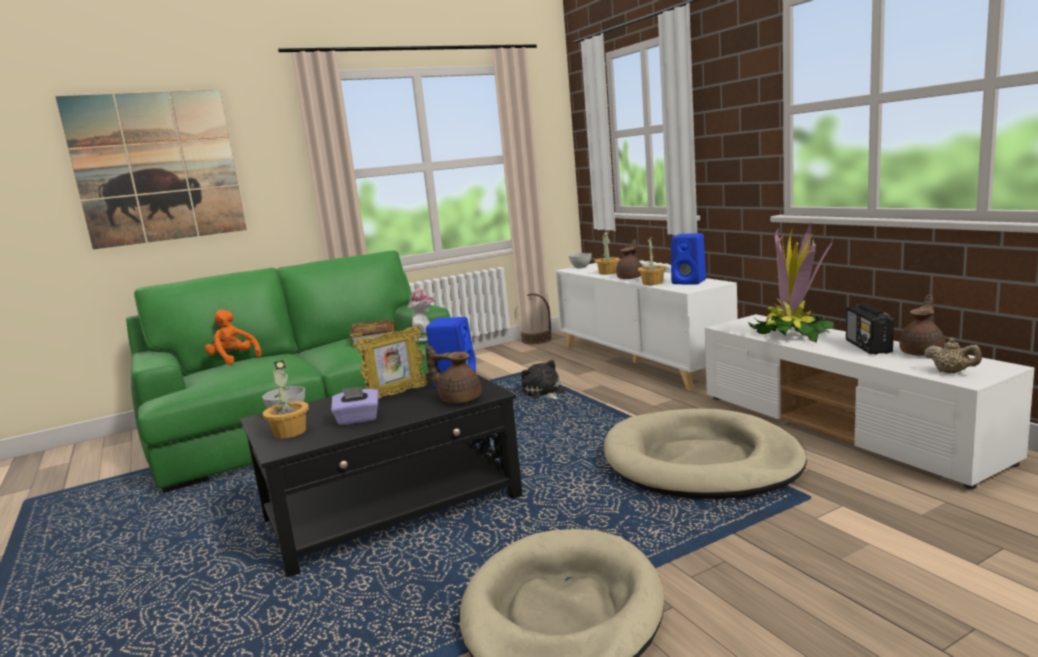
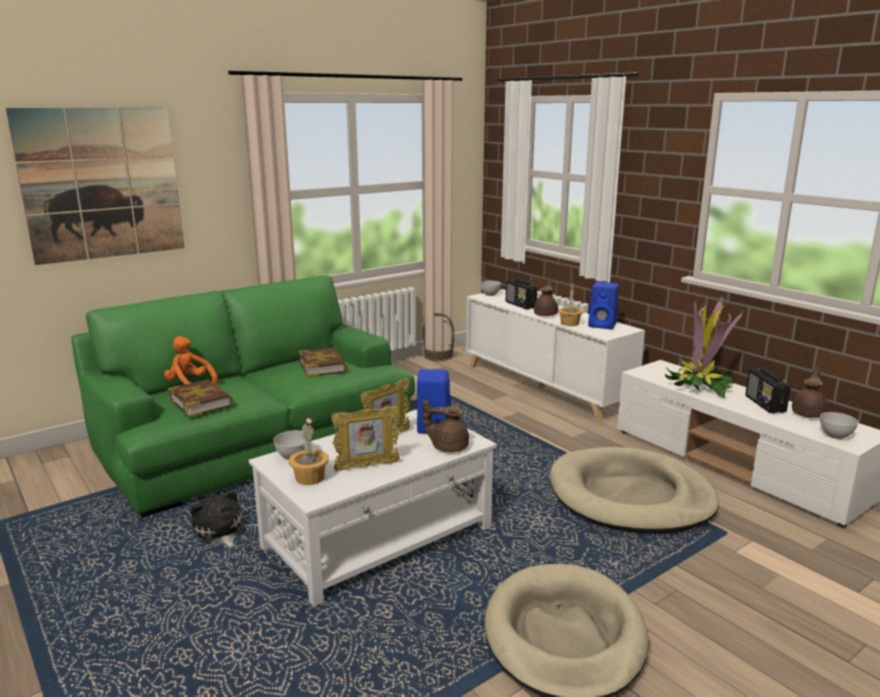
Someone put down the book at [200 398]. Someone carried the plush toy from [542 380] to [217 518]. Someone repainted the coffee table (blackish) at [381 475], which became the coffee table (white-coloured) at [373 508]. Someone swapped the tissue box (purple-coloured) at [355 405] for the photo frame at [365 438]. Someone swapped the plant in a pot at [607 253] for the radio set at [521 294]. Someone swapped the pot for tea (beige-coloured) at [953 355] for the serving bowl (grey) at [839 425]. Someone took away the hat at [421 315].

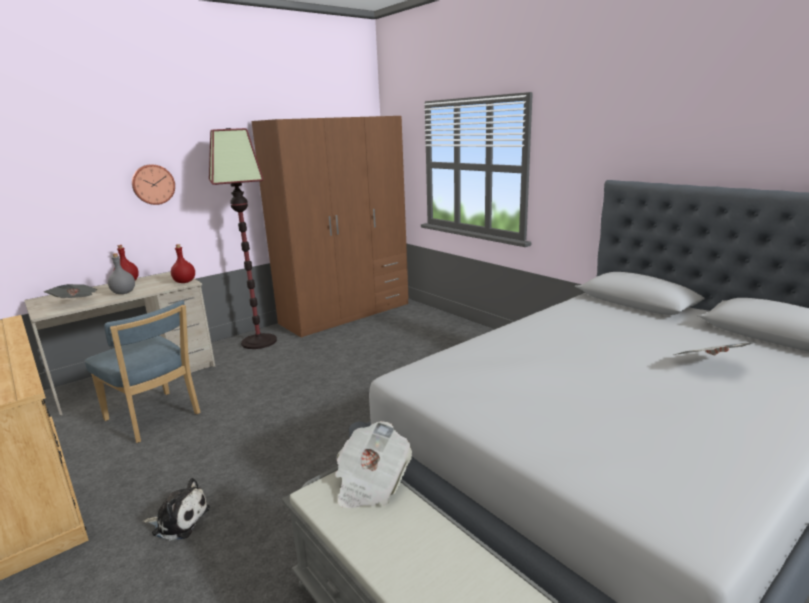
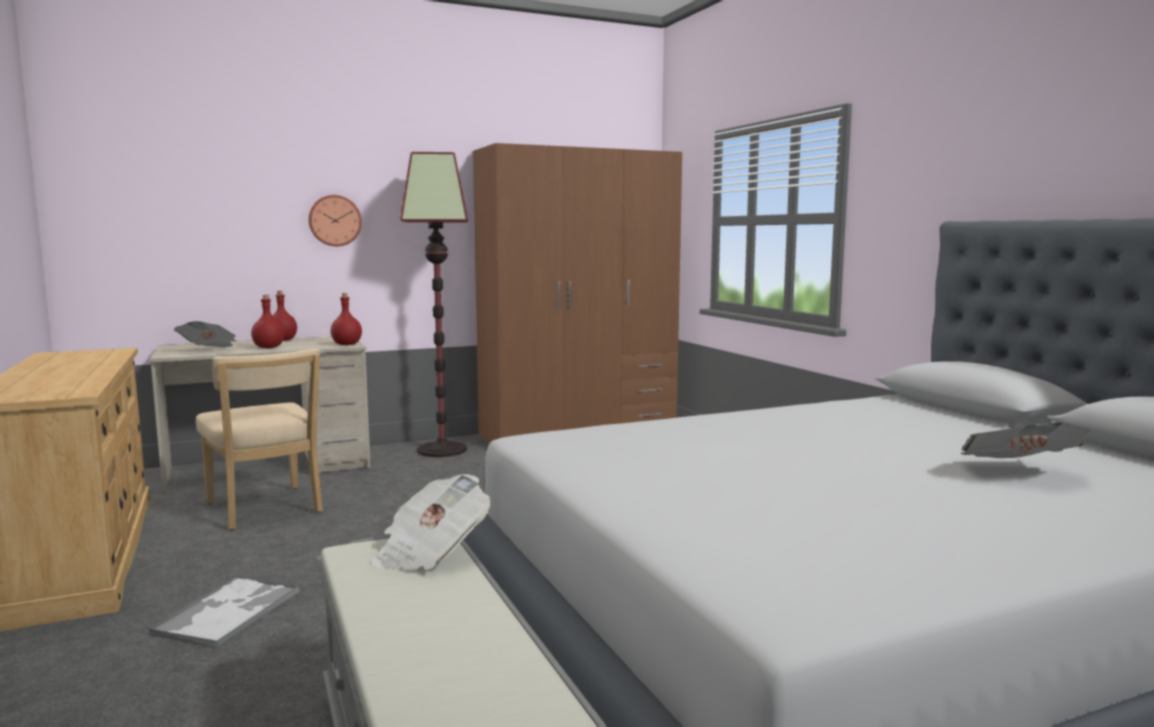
Someone swapped the plush toy at [176 509] for the carrying tray at [223 612]. Someone repainted the chair (blue) at [142 371], which became the chair (beige-coloured) at [259 439]. Someone repainted the bottle (grey) at [121 273], which became the bottle (red) at [268 321].

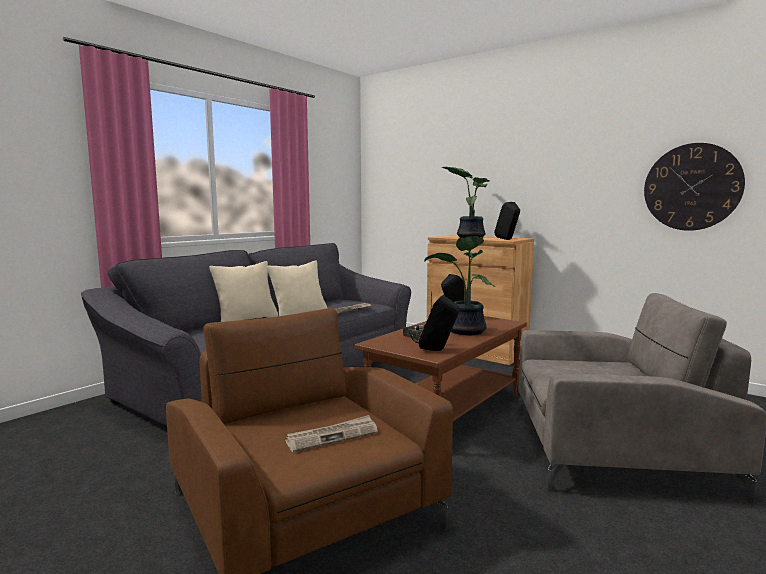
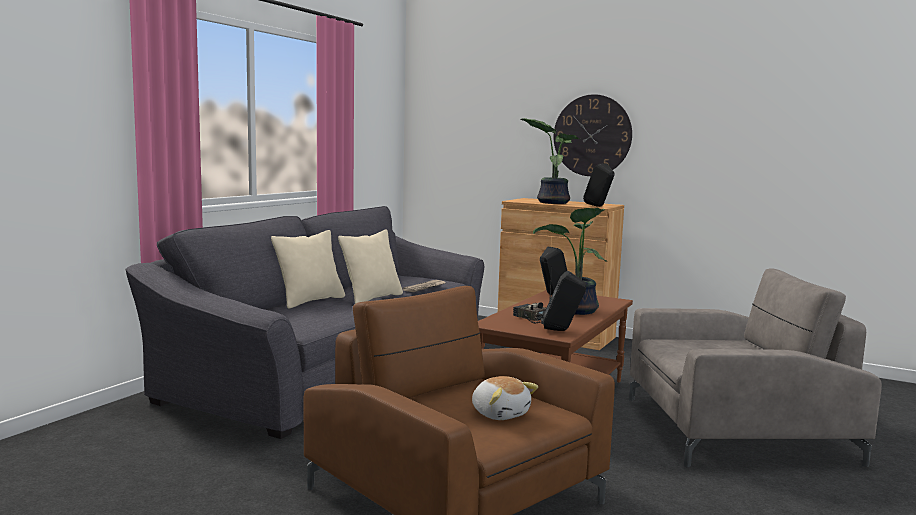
Someone swapped the newspaper at [331 433] for the plush toy at [505 398]. Someone carried the wall clock from [694 187] to [593 135].

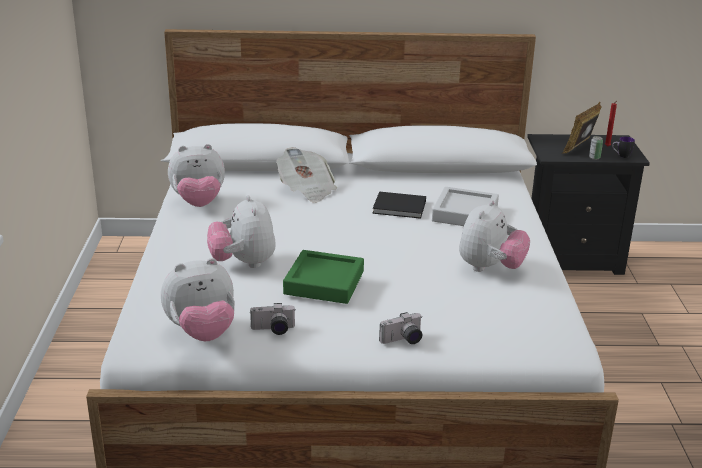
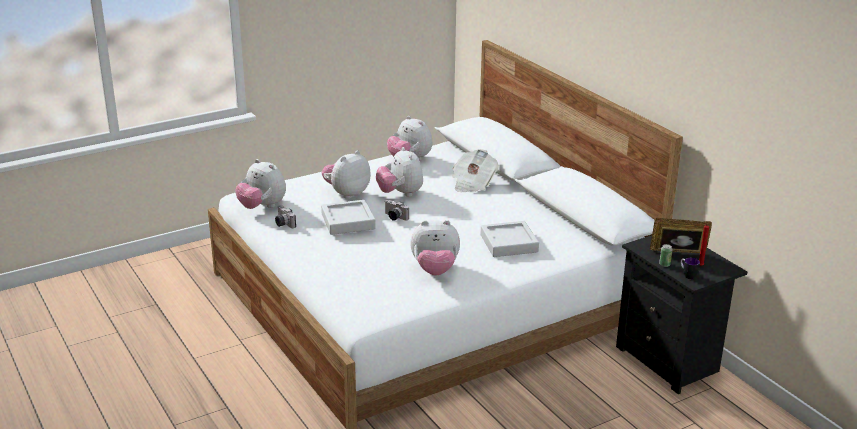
Someone repainted the carrying tray (green-coloured) at [323 277], which became the carrying tray (grey) at [348 217]. Someone put down the plush toy at [399 172]. Someone carried the still camera from [400 328] to [397 210]. Someone took away the book (blackish) at [399 205].

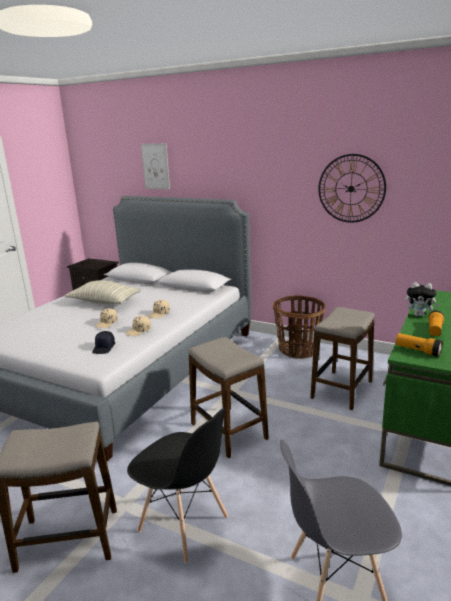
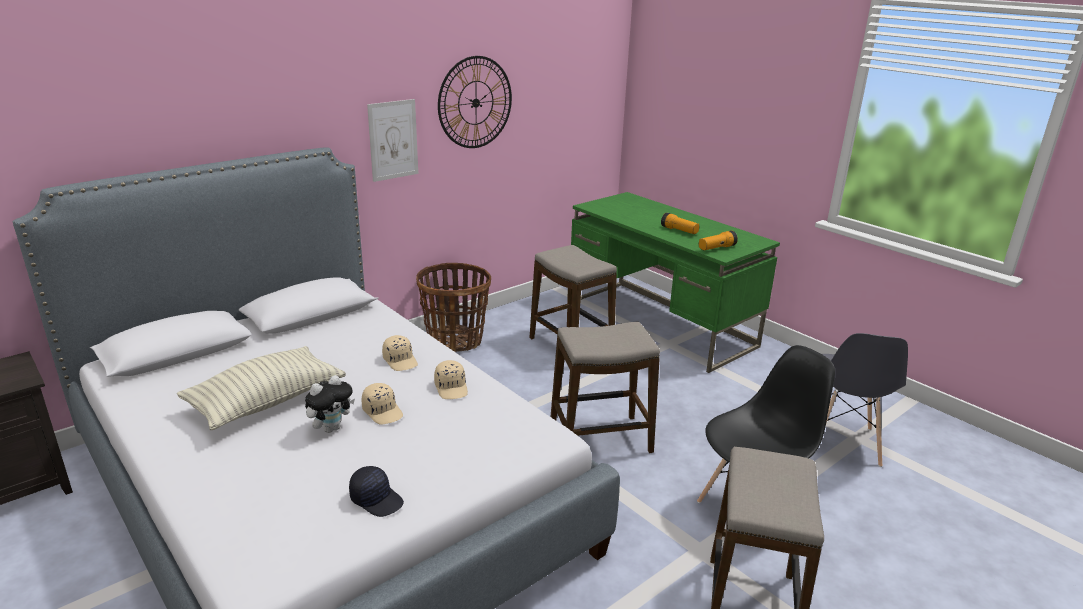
Someone carried the plush toy from [423 299] to [330 404]. Someone carried the cap (blackish) from [103 342] to [376 491]. Someone carried the picture from [155 166] to [392 140].

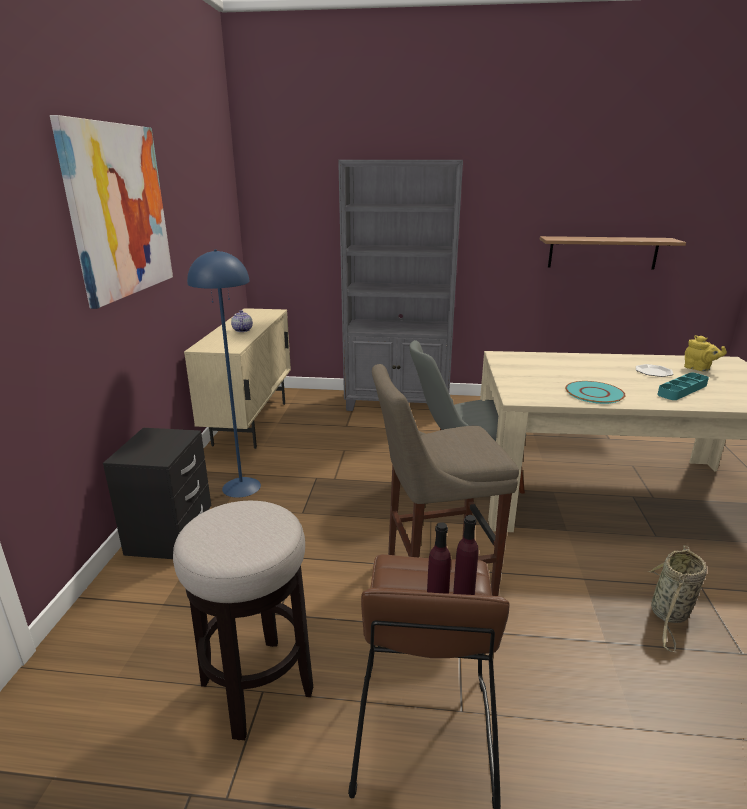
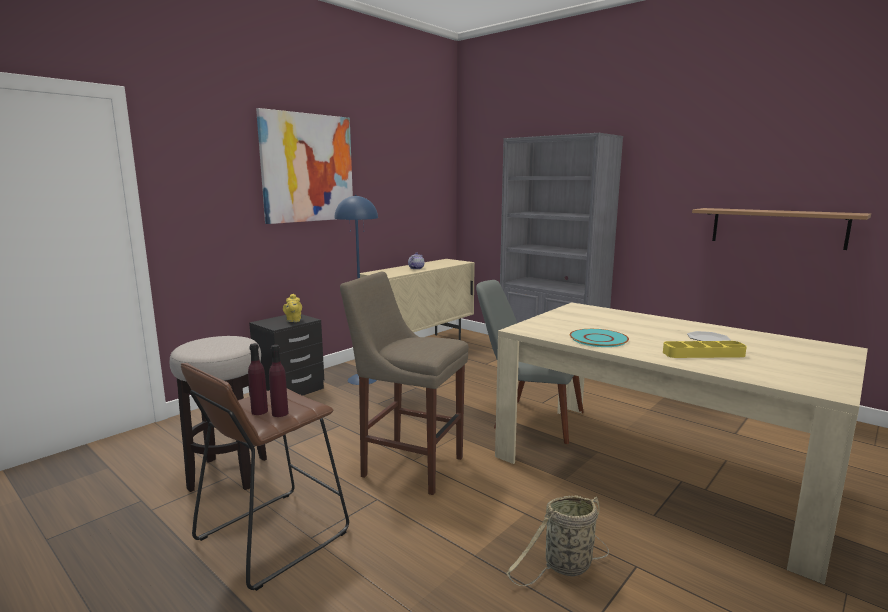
Someone carried the pot for tea (yellow) from [705 353] to [292 307]. Someone repainted the carrying tray (turquoise-coloured) at [683 386], which became the carrying tray (yellow) at [705 349].

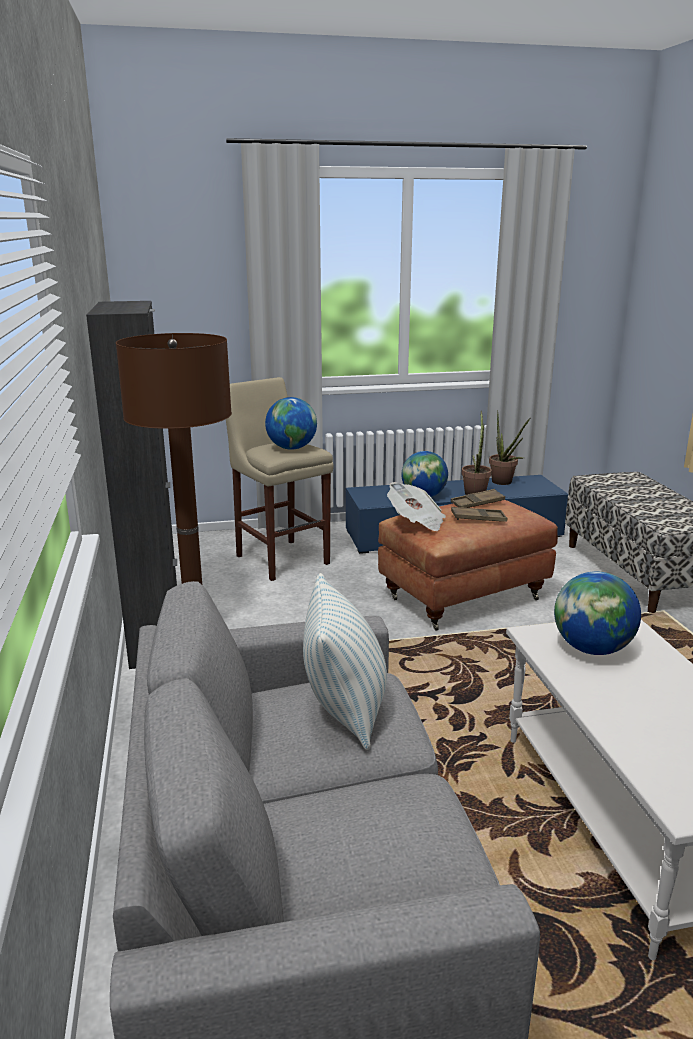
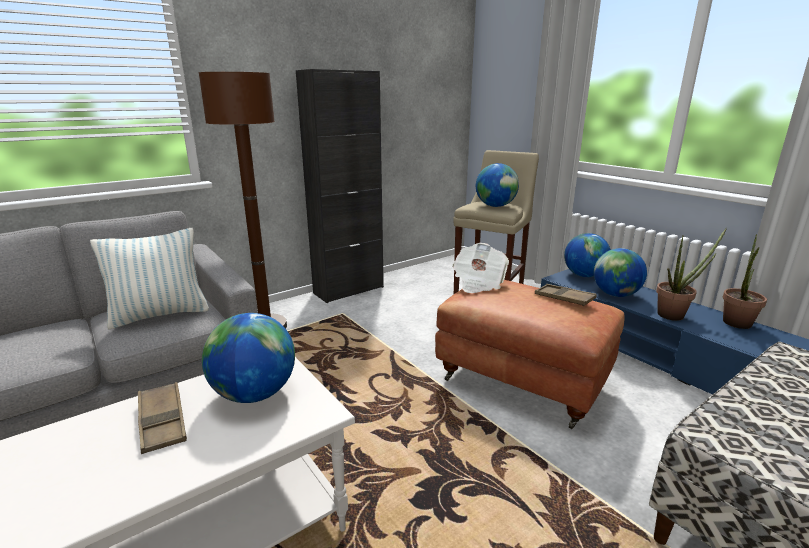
Someone carried the carrying tray (brown-coloured) from [479 514] to [162 418]. Someone put down the globe at [587 255].

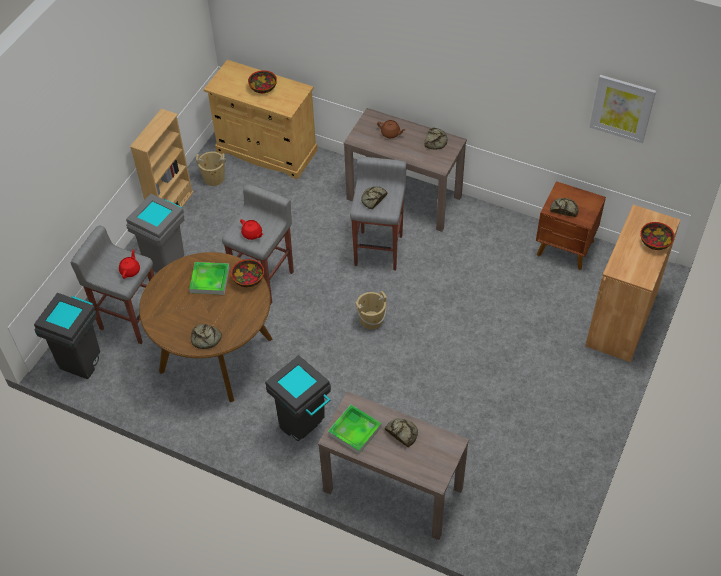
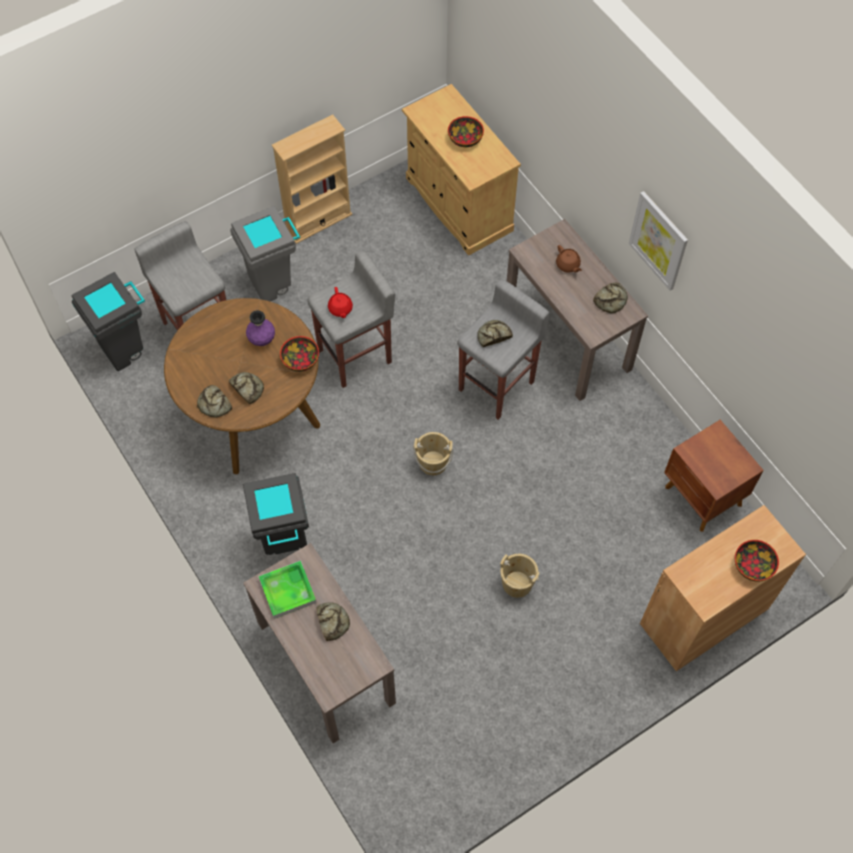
Someone carried the bakery bread from [564 207] to [246 388]. Someone swapped the carrying tray at [209 278] for the decorative vase (purple-coloured) at [260 328]. Someone carried the pail (beige-coloured) from [211 169] to [520 576]. Someone carried the picture from [623 109] to [658 241]. Someone took away the pot for tea (red) at [129 264].

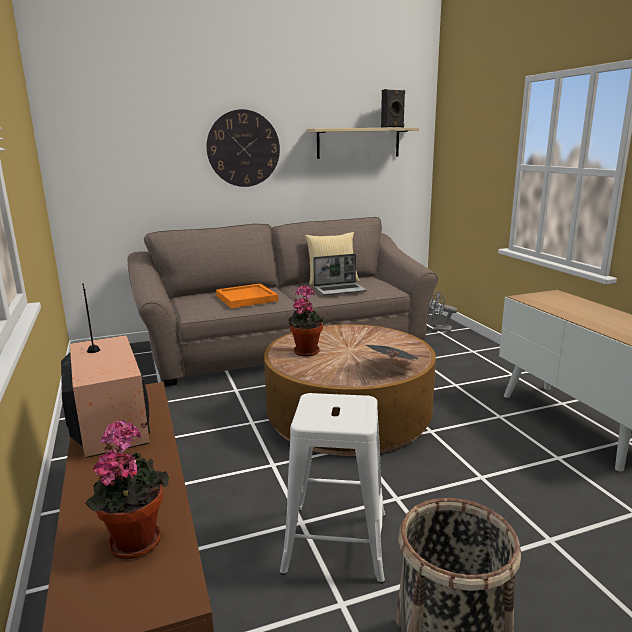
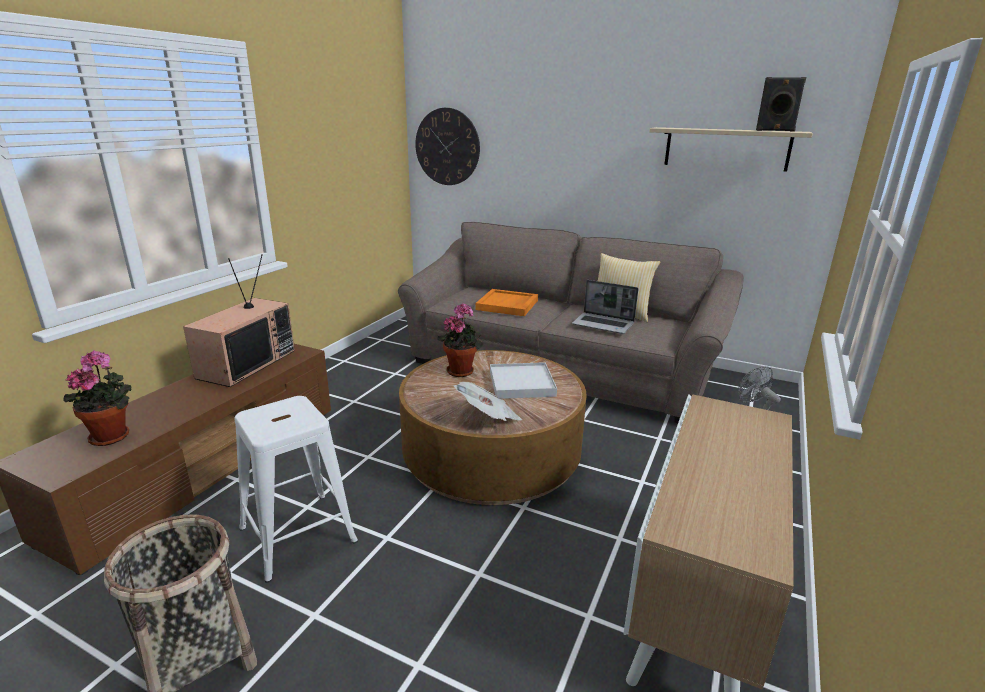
Someone carried the wall clock from [243 148] to [447 146]. Someone put down the carrying tray (white-coloured) at [523 380].

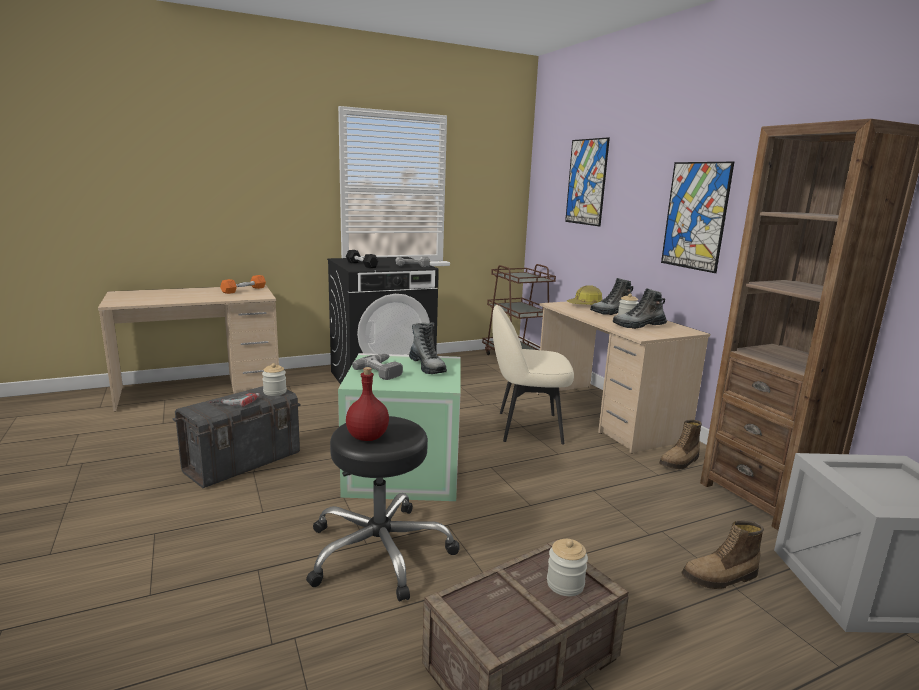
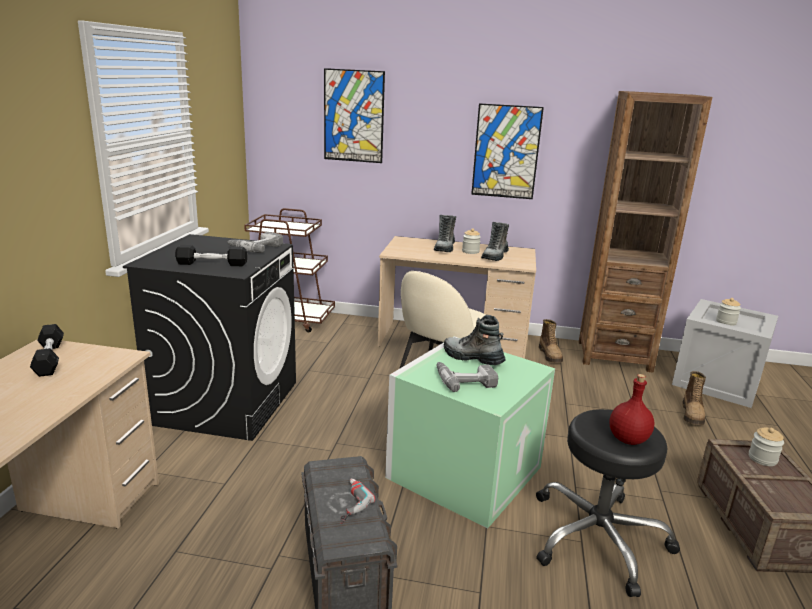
Someone repainted the free weight (orange) at [243 284], which became the free weight (blackish) at [47 350]. Someone rotated the high-top boot at [428 348] by 150 degrees counterclockwise. Someone carried the jar from [274 379] to [728 312]. Someone took away the safety helmet at [585 295].

